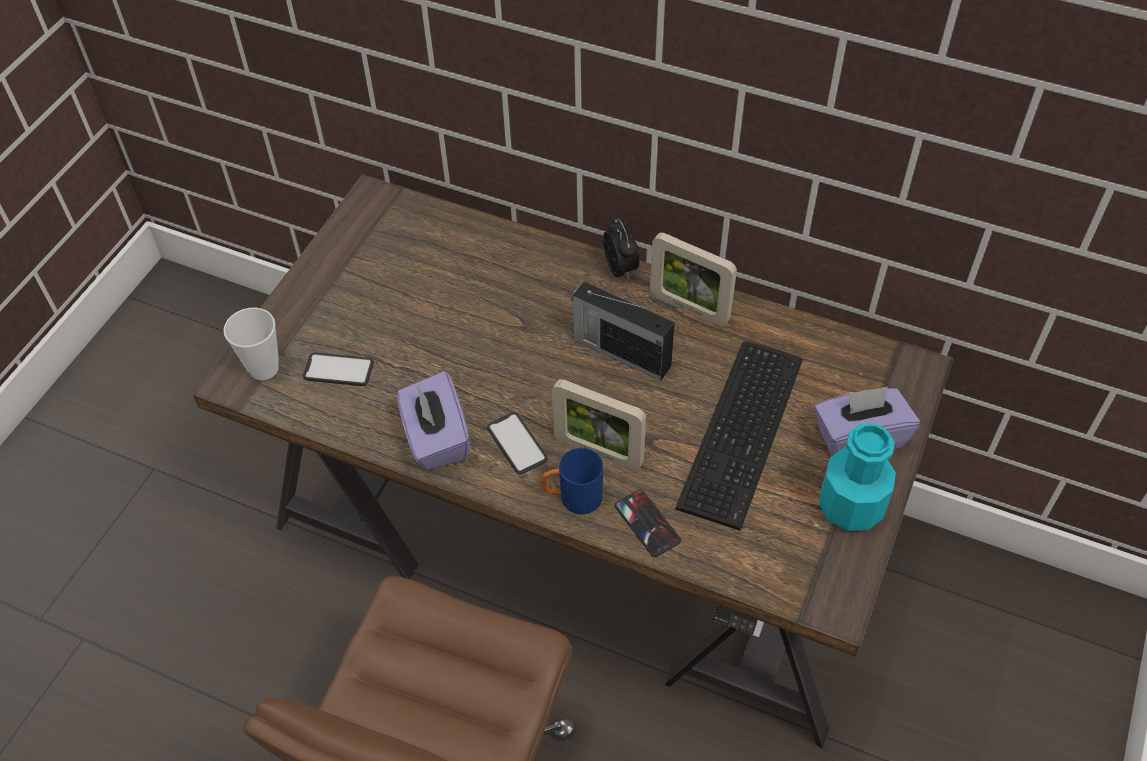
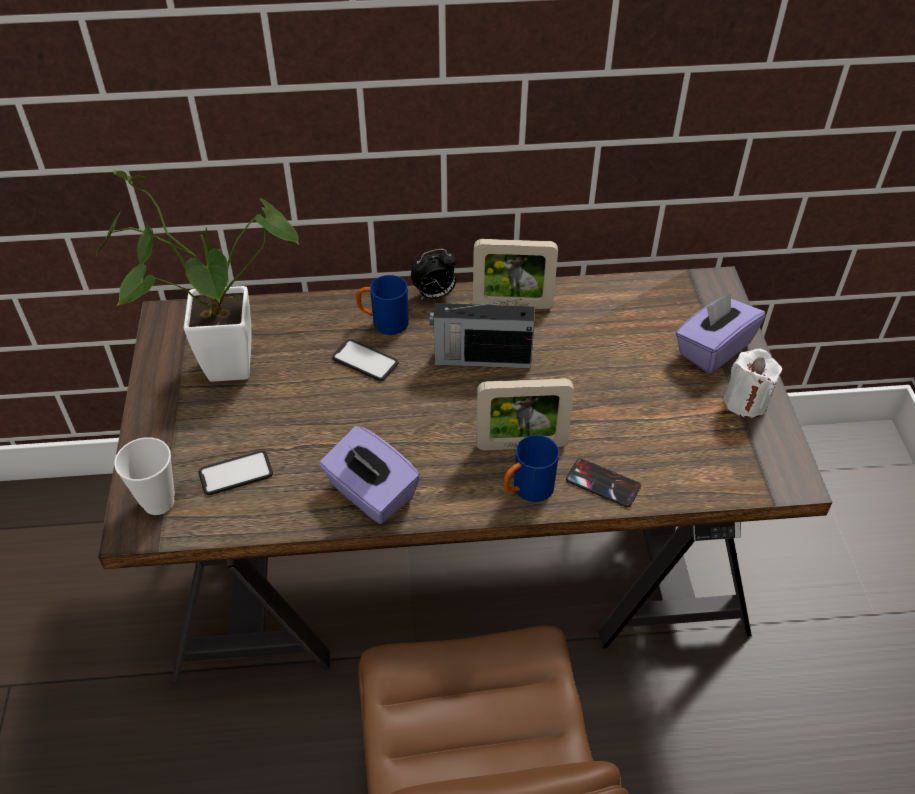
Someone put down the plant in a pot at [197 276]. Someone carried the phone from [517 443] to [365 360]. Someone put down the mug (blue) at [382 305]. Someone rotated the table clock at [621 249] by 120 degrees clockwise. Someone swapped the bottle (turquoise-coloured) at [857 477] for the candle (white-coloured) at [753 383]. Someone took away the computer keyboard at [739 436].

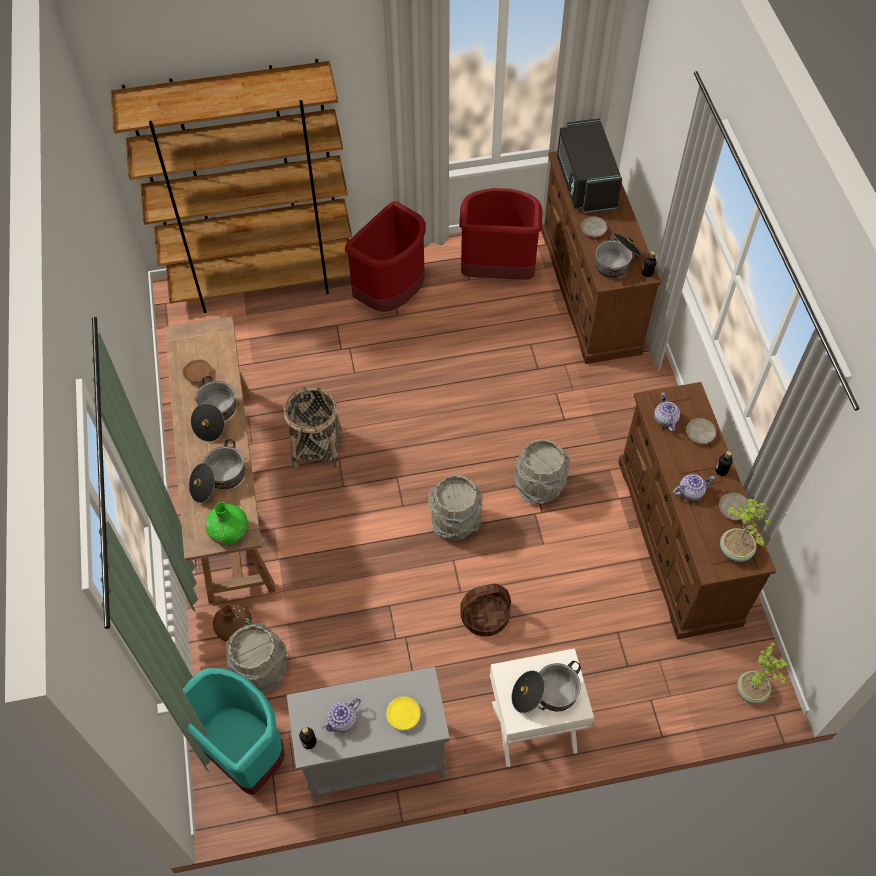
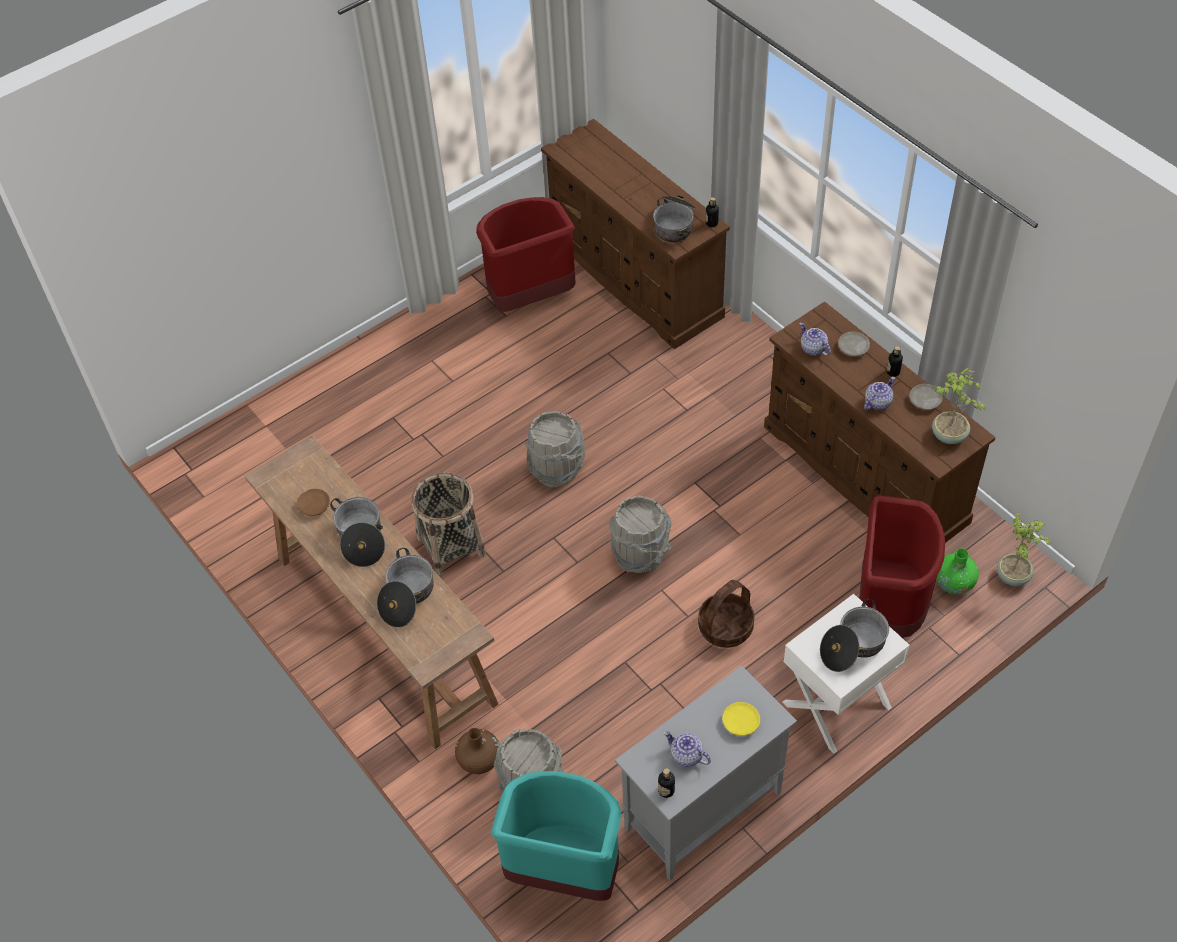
Someone carried the pail (grey) from [542 471] to [555 449]. Someone rotated the pot for tea at [341 715] by 105 degrees clockwise. Someone carried the trash can (red) from [385 256] to [902 566]. Someone carried the decorative vase (green-coloured) from [226 523] to [957 571]. Someone took away the shelving unit (brown-coloured) at [231 186]. Someone took away the microwave (blackish) at [589 165]. Someone took away the dinner plate (beige-coloured) at [594 227].

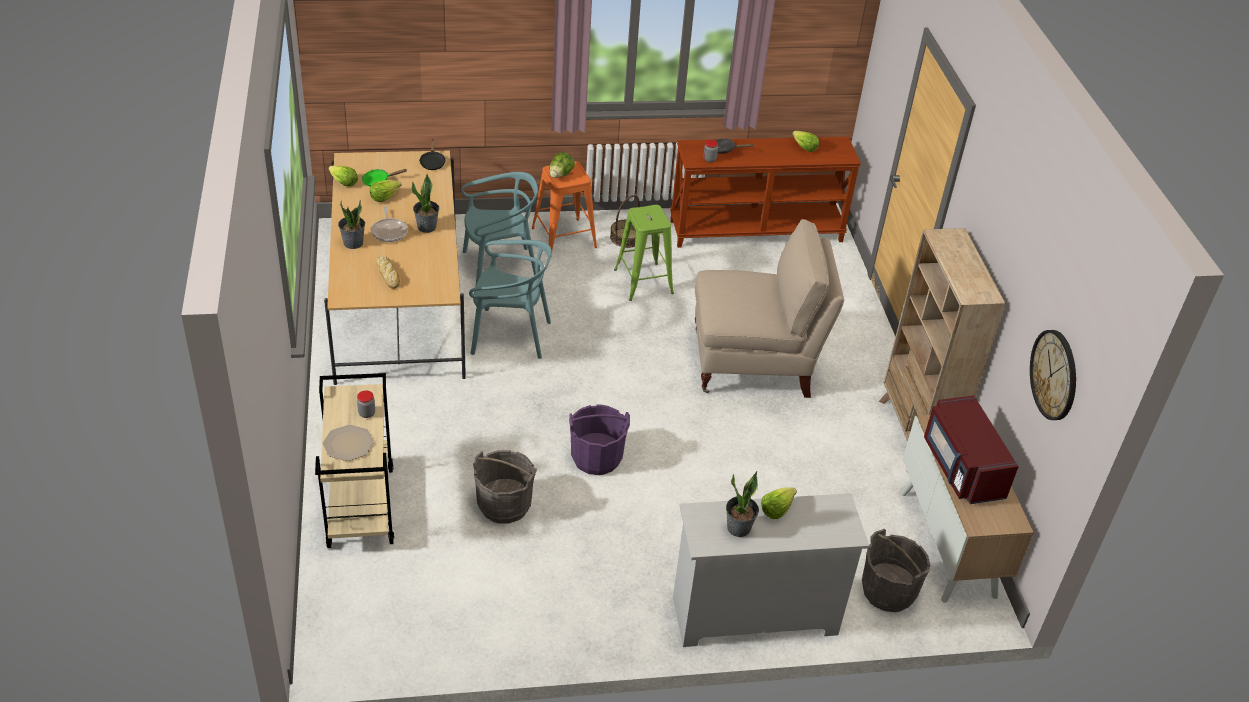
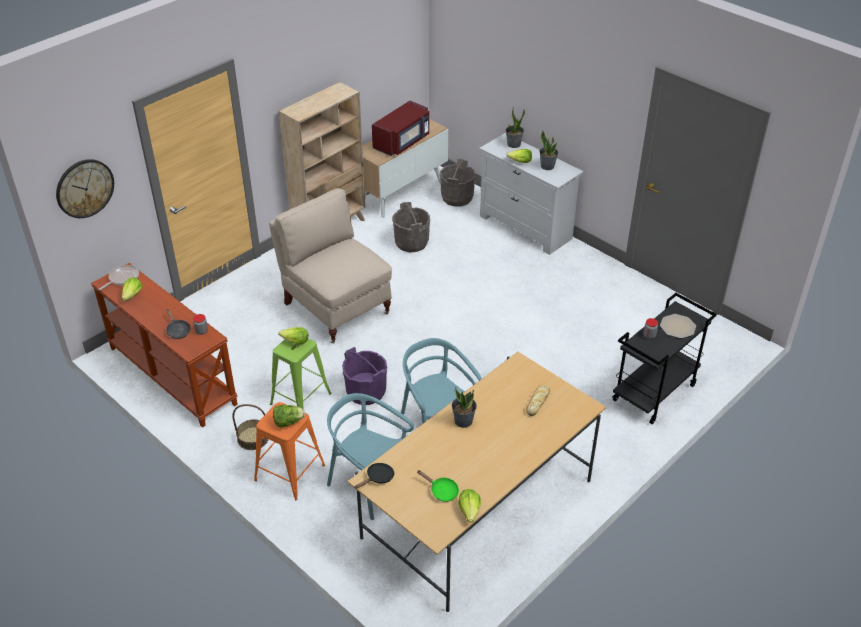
Someone carried the wall clock from [1053 375] to [85 188]. Someone carried the pan from [389 224] to [118 277]. Someone carried the lettuce head from [385 191] to [293 335]. Someone carried the pail (purple-coloured) from [599 439] to [364 376]. Someone carried the pail (grey) from [505 487] to [411 227]. Someone carried the plant in a pot from [351 224] to [515 127]. Someone repainted the wheeled cart (beige-coloured) at [354 460], which became the wheeled cart (blackish) at [664 358].

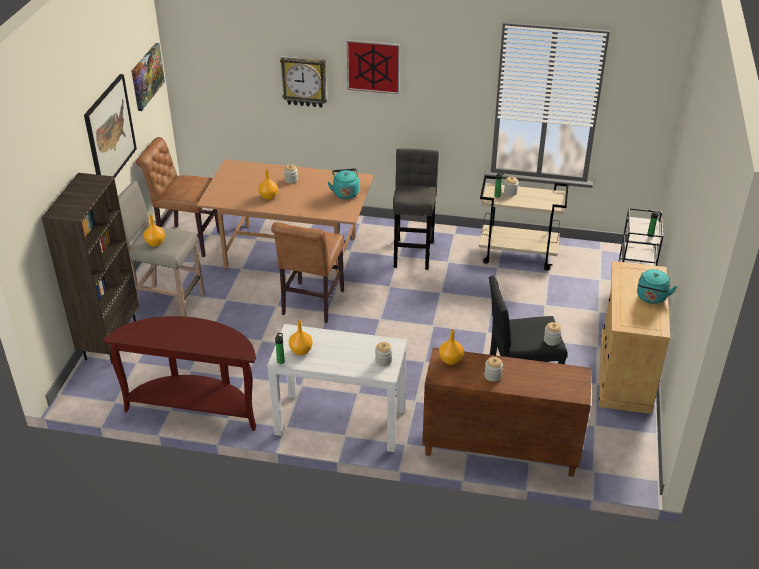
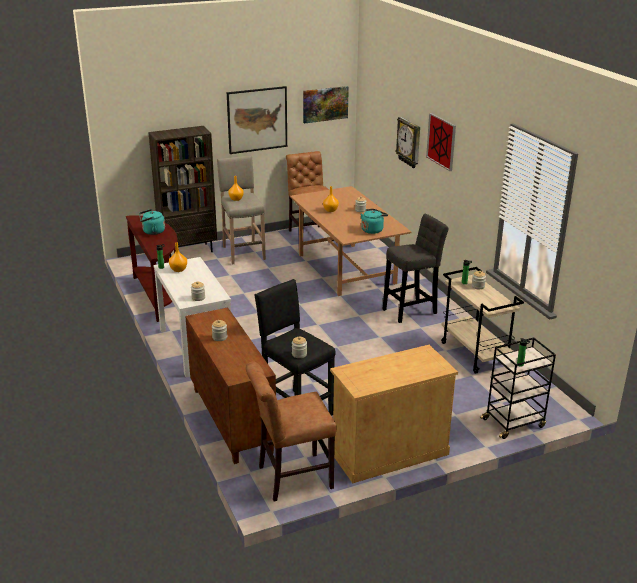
Someone carried the kettle (turquoise-coloured) from [657 286] to [152 222]. Someone carried the chair (brown-coloured) from [307 272] to [291 431]. Someone took away the decorative vase (orange) at [451 347].

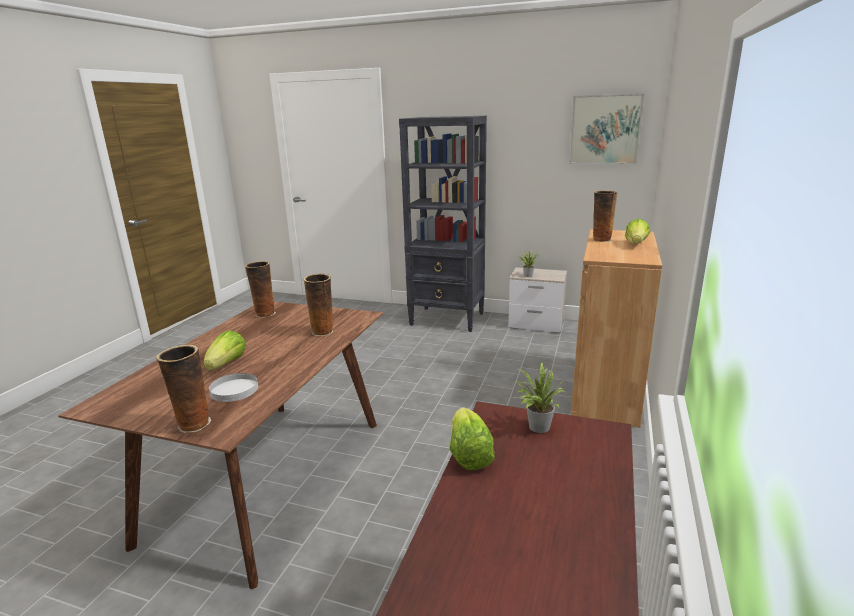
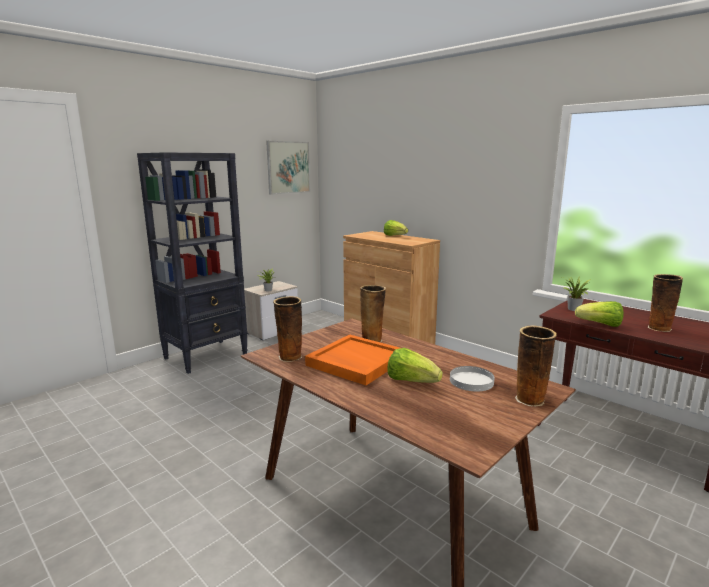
Someone put down the carrying tray (orange) at [352 360]. Someone carried the decorative vase from [605 216] to [665 303].

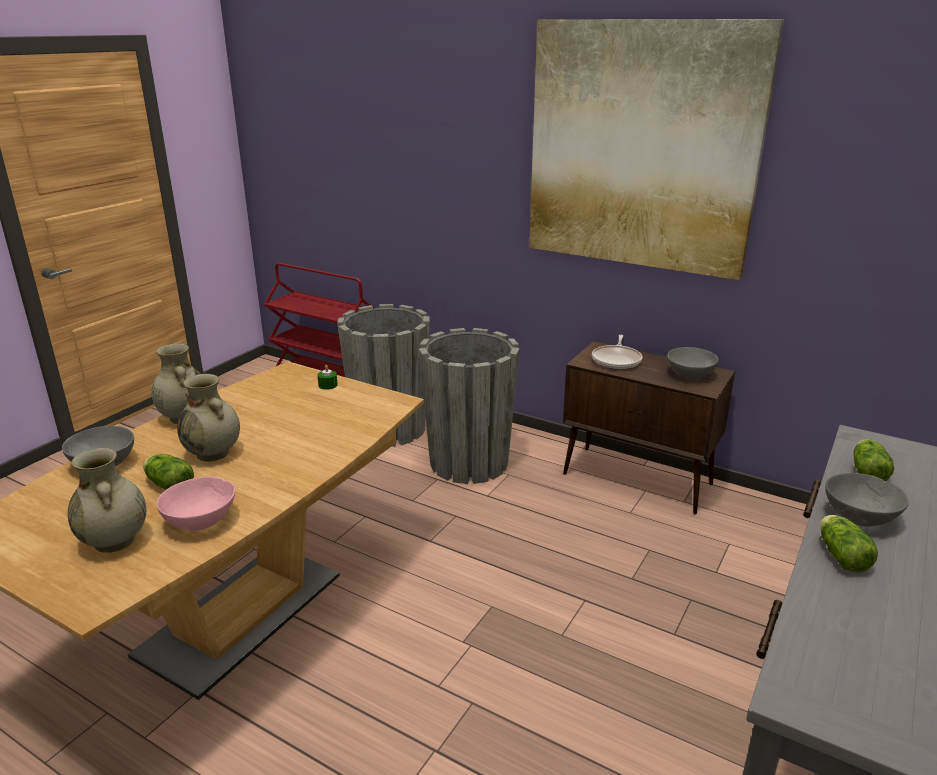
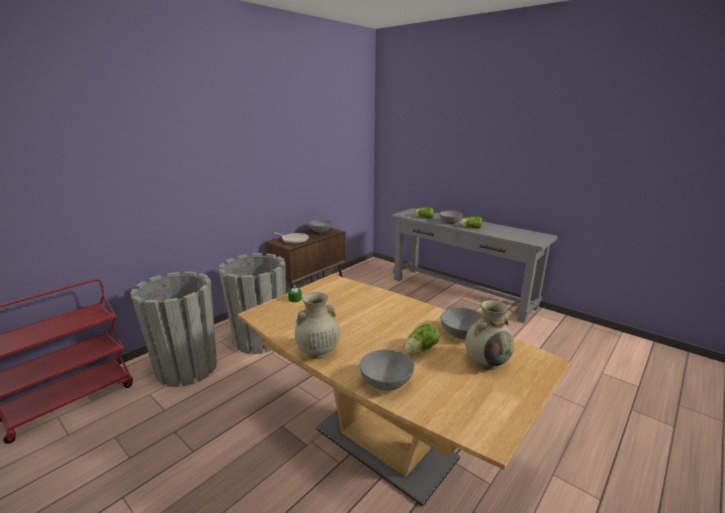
Someone repainted the serving bowl (pink) at [196 504], which became the serving bowl (grey) at [461 324]. Someone took away the decorative vase (beige-coloured) at [208 417]. Someone took away the picture at [656 149].

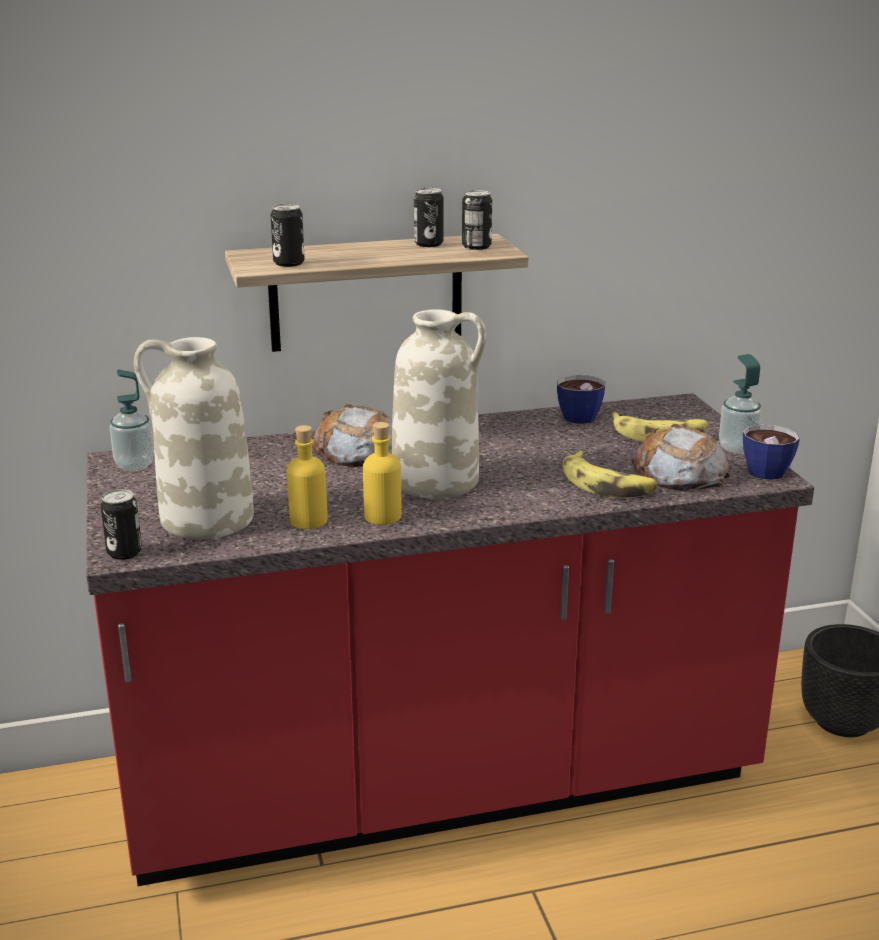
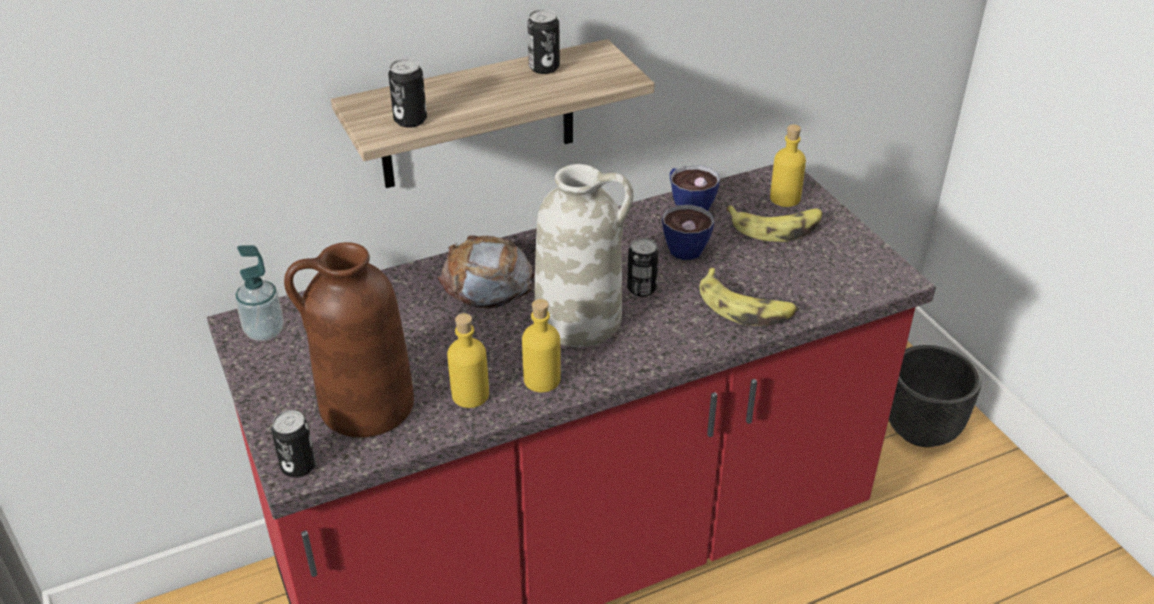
Someone repainted the decorative vase (white-coloured) at [194 438], which became the decorative vase (brown-coloured) at [349 340]. Someone carried the can from [477 220] to [643 267]. Someone carried the small cup from [771 452] to [688 232]. Someone put down the bottle (yellow) at [788 165]. Someone took away the bakery bread at [681 457]. Someone took away the soap bottle at [740 404].

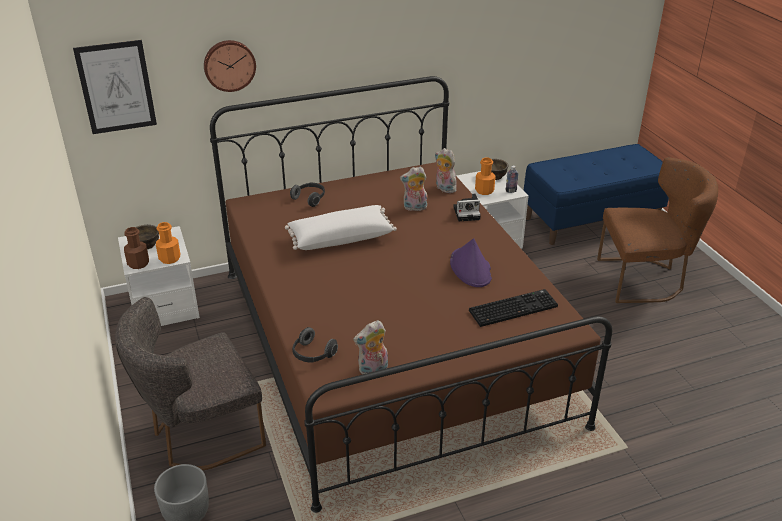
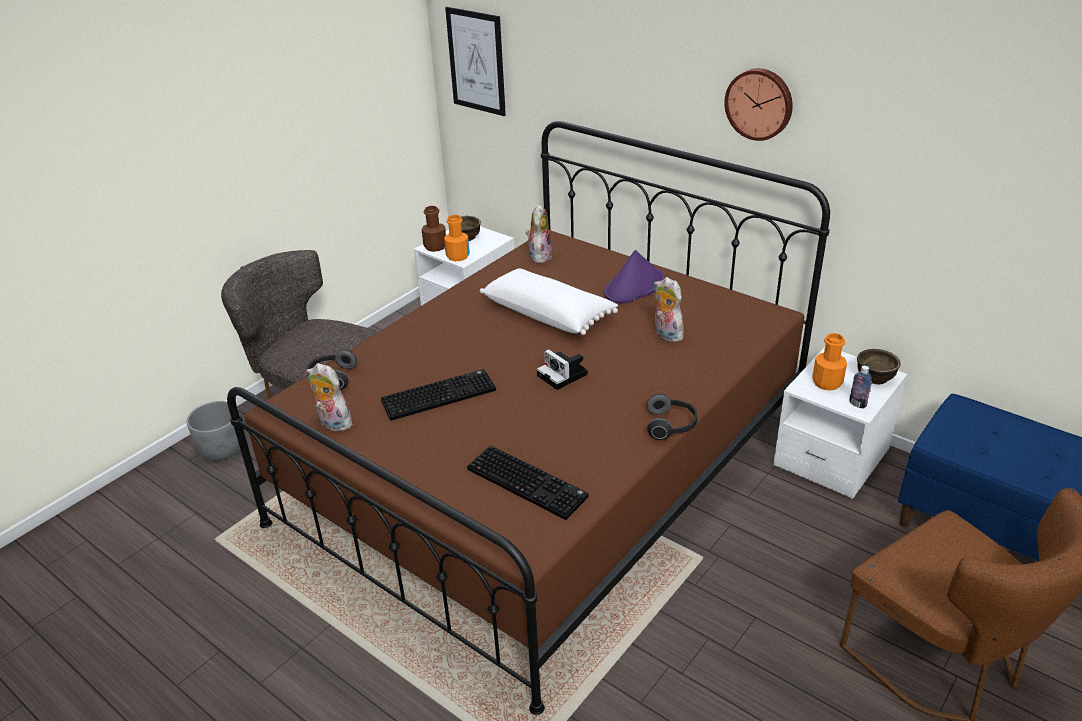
Someone put down the computer keyboard at [438 395]. Someone carried the plush toy from [446 170] to [539 233]. Someone carried the still camera from [467 207] to [562 369]. Someone carried the hat (purple-coloured) from [471 262] to [634 276]. Someone carried the pair of headphones from [307 195] to [672 417]. Someone carried the wall clock from [230 66] to [758 104].

